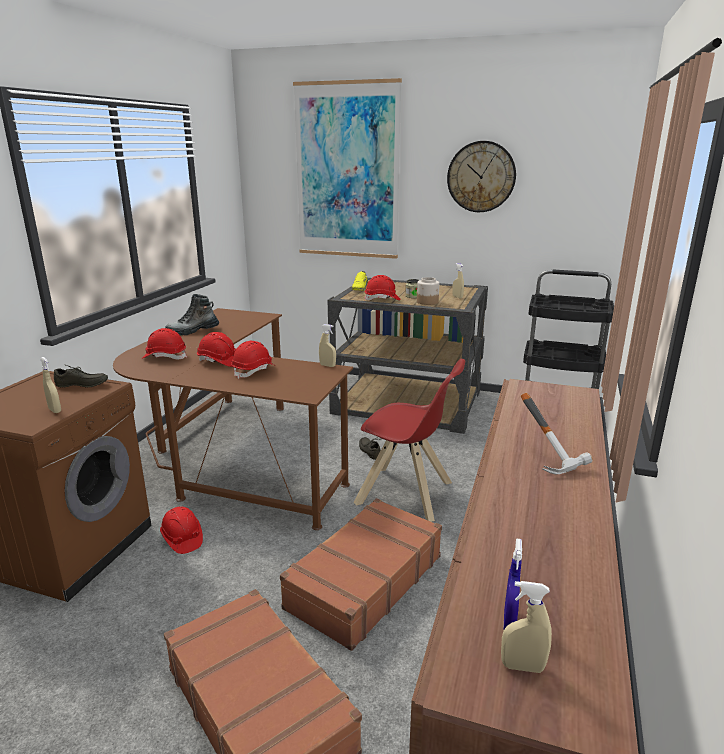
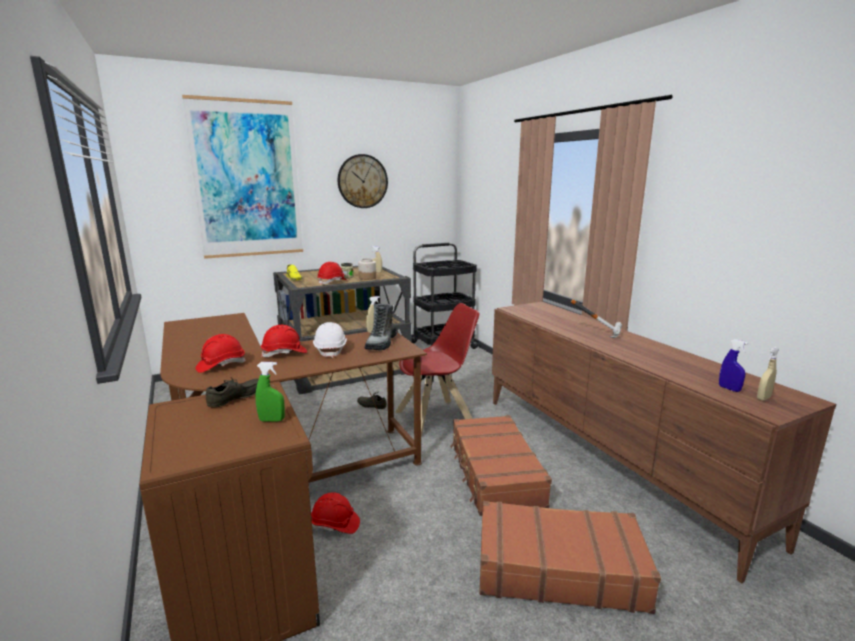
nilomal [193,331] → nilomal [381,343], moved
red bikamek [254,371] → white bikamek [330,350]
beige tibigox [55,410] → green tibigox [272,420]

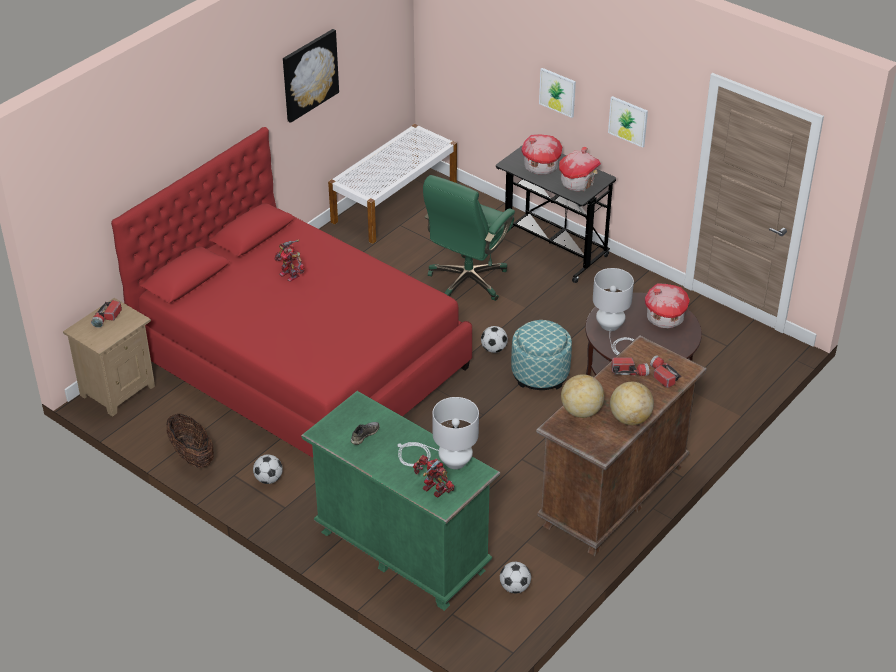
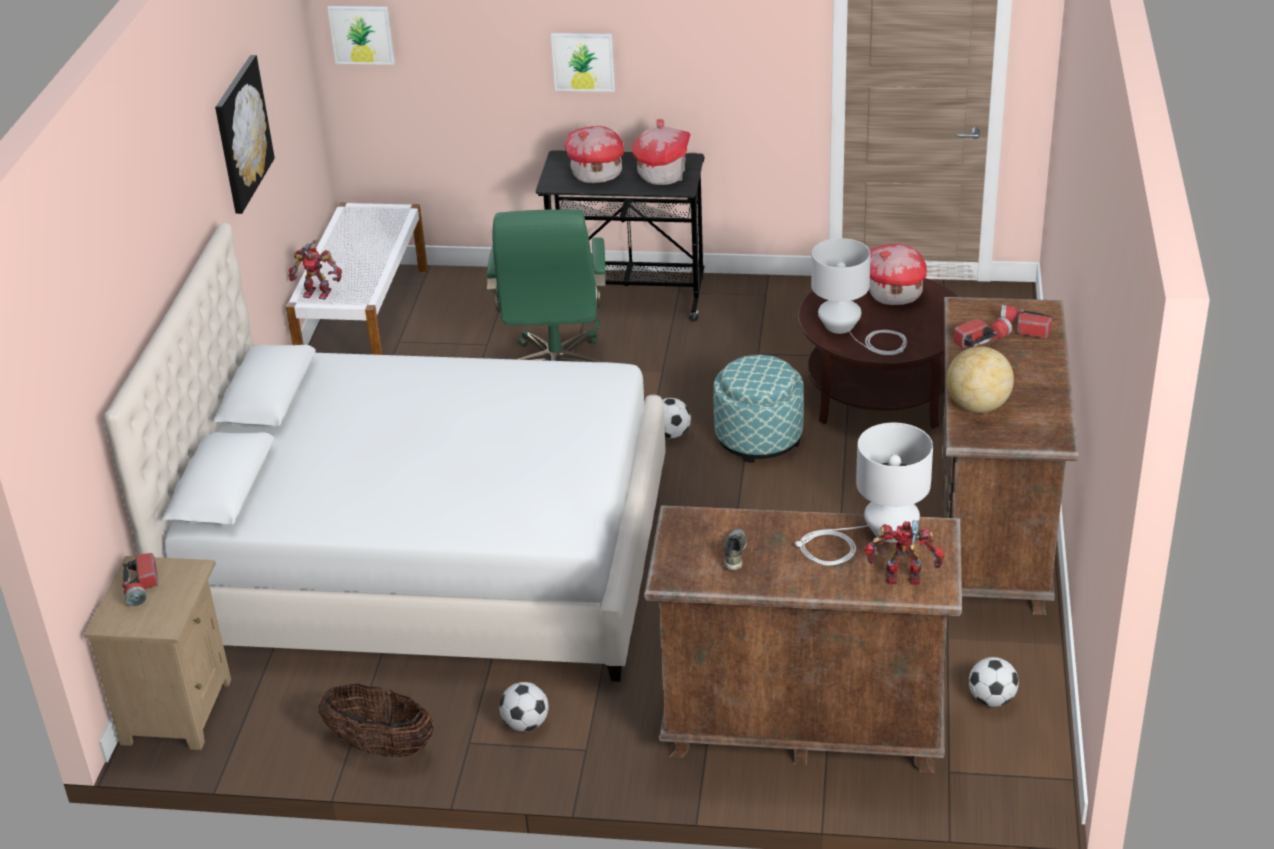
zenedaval [628,121] → zenedaval [361,34], moved
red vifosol [302,363] → white vifosol [426,557]
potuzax [290,274] → potuzax [318,292], moved
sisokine [630,419] → -
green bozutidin [402,551] → brown bozutidin [802,726]

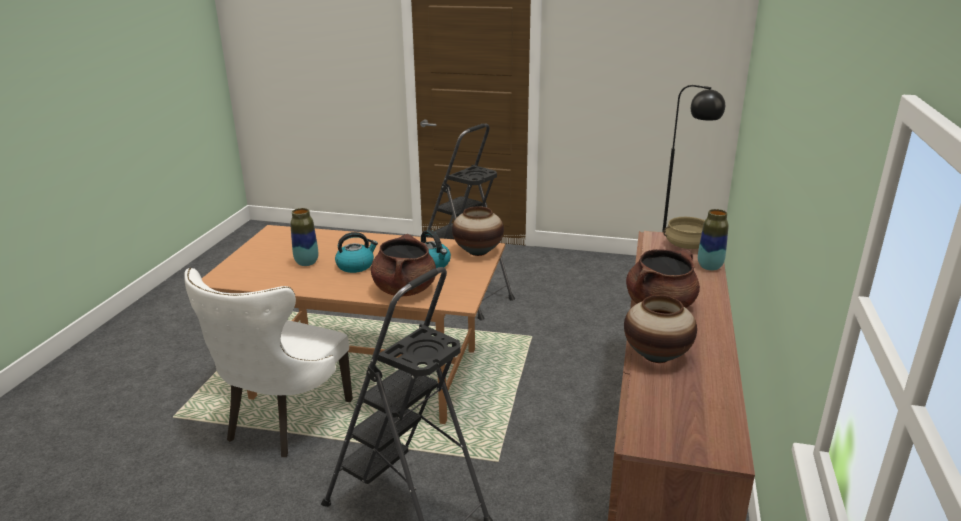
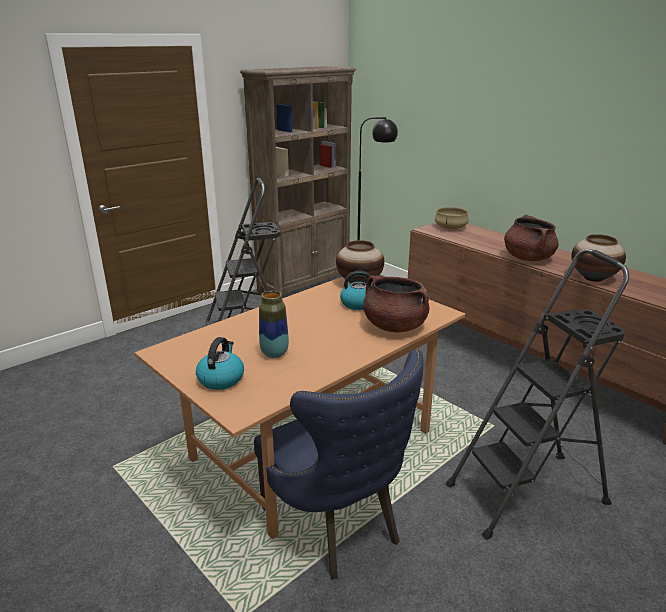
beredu [709,267] → -
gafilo [356,266] → gafilo [221,378], moved
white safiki [283,421] → blue safiki [337,524]
- → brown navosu [305,284]

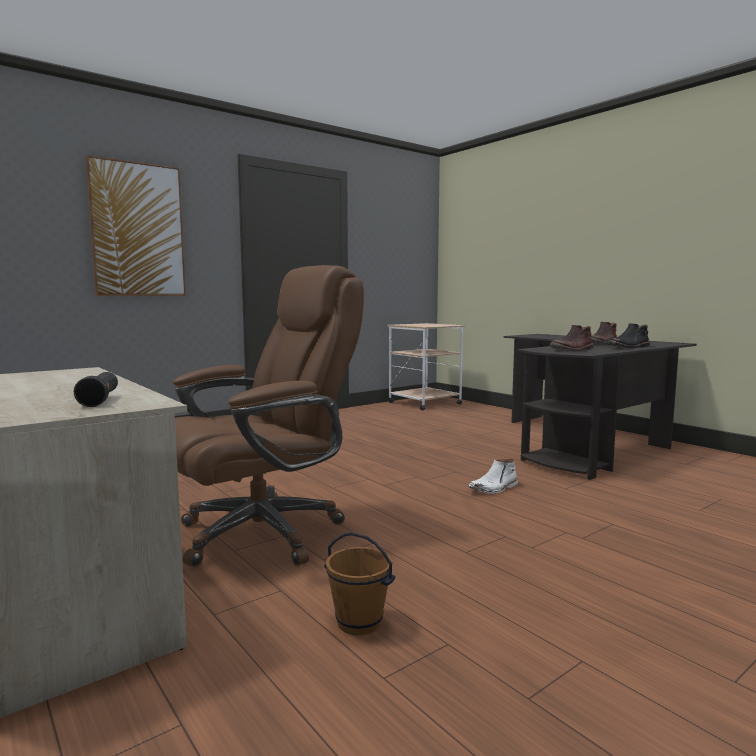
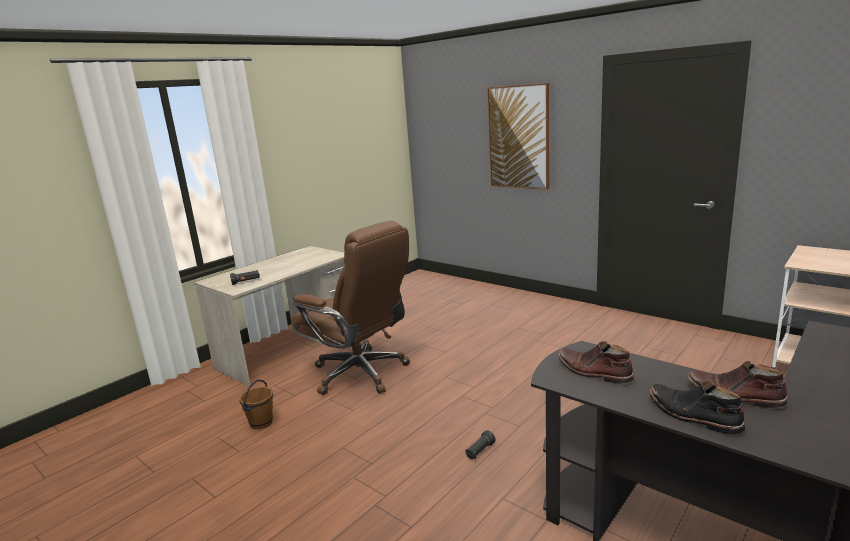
white nilomal [494,488] → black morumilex [480,451]

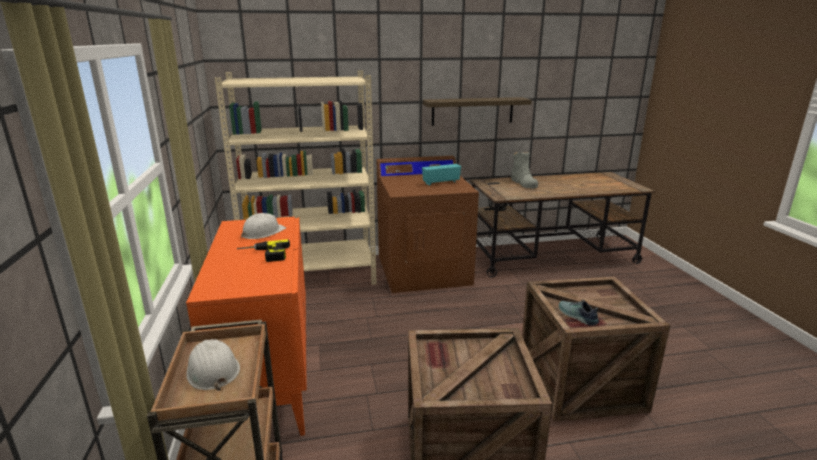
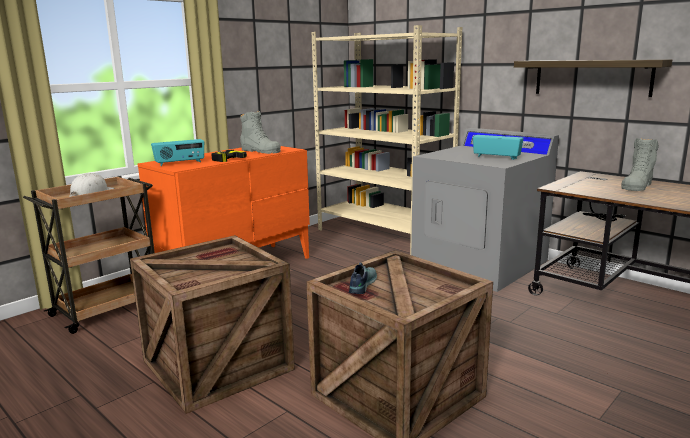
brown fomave [424,269] → grey fomave [480,263]
white bikamek [263,232] → grey nilomal [260,151]
- → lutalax [180,163]

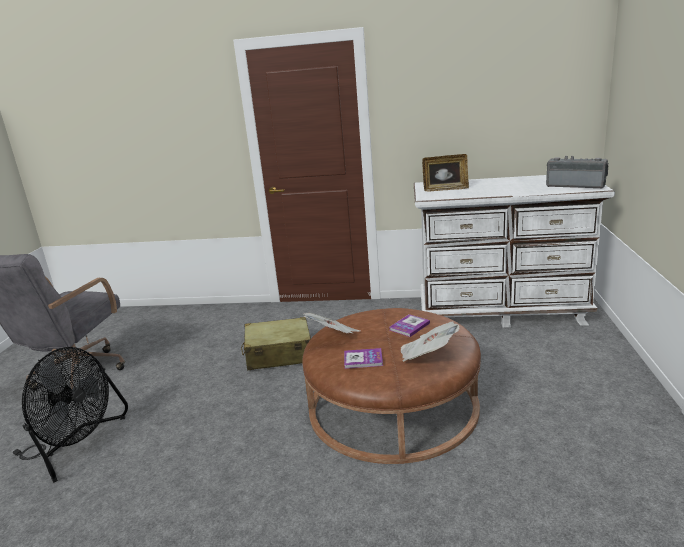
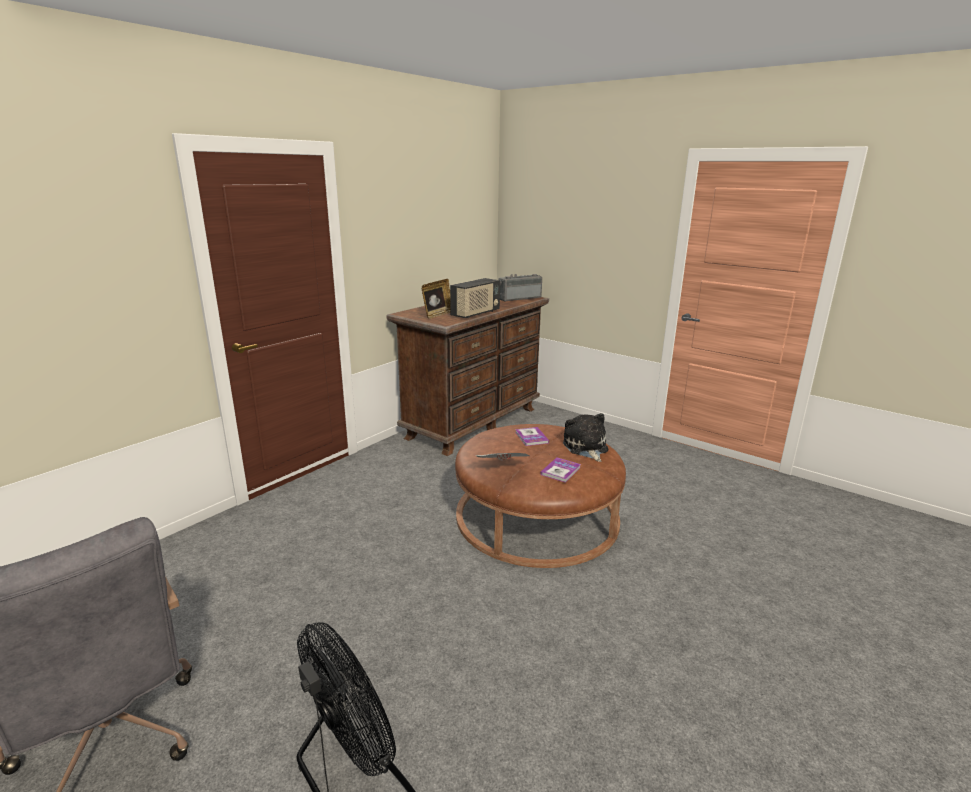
white bozutidin [501,313] → brown bozutidin [473,423]
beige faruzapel [279,354] → -
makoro [427,355] → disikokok [586,448]
- → lutalax [475,314]

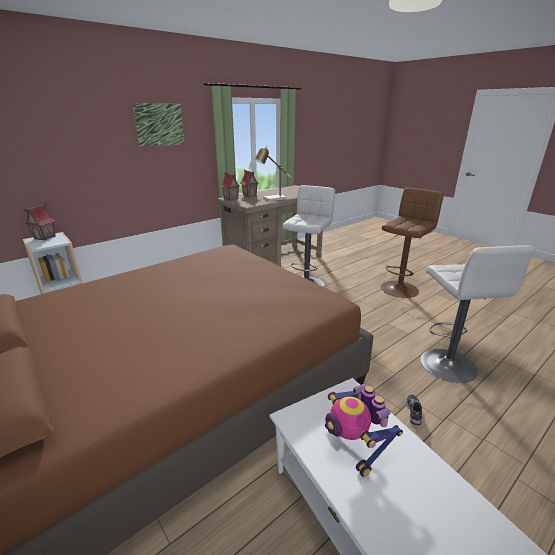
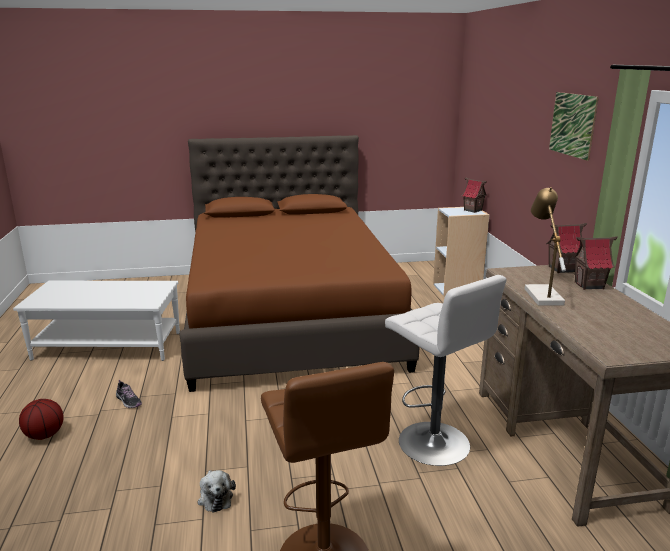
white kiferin [447,365] → -
potuzax [353,446] → -
- → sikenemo [44,435]
- → disikokok [215,497]

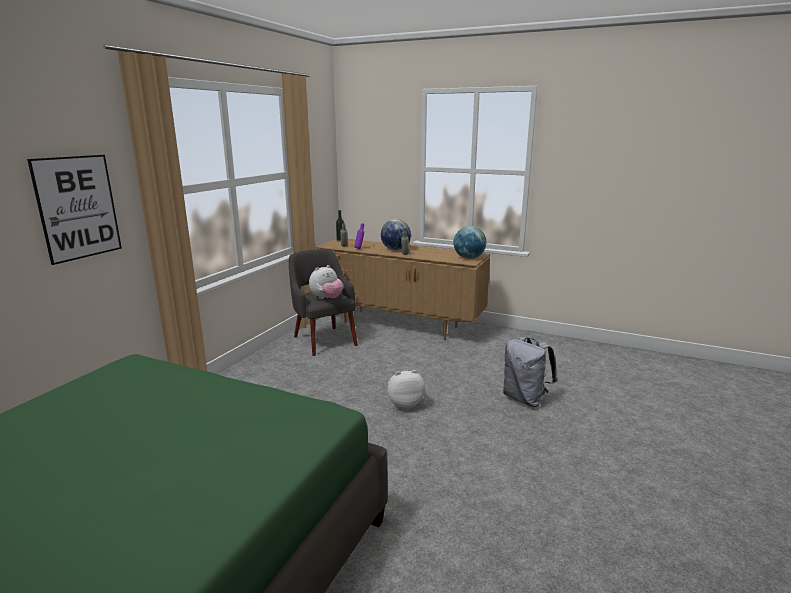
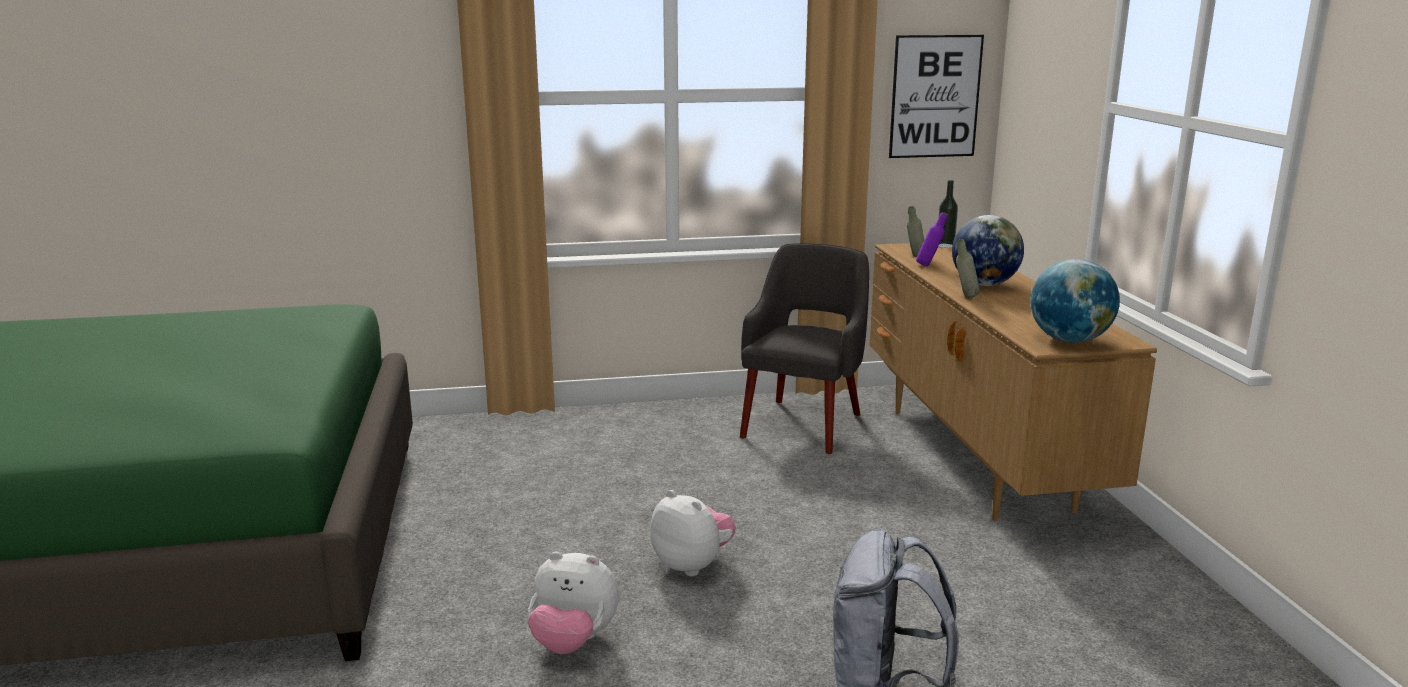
zenedaval [78,207] → zenedaval [935,96], moved
disikokok [326,298] → disikokok [573,642], moved

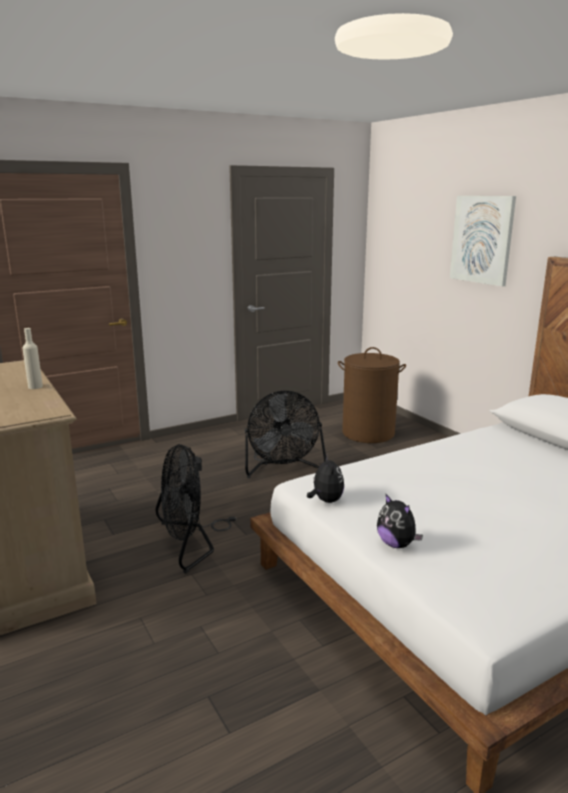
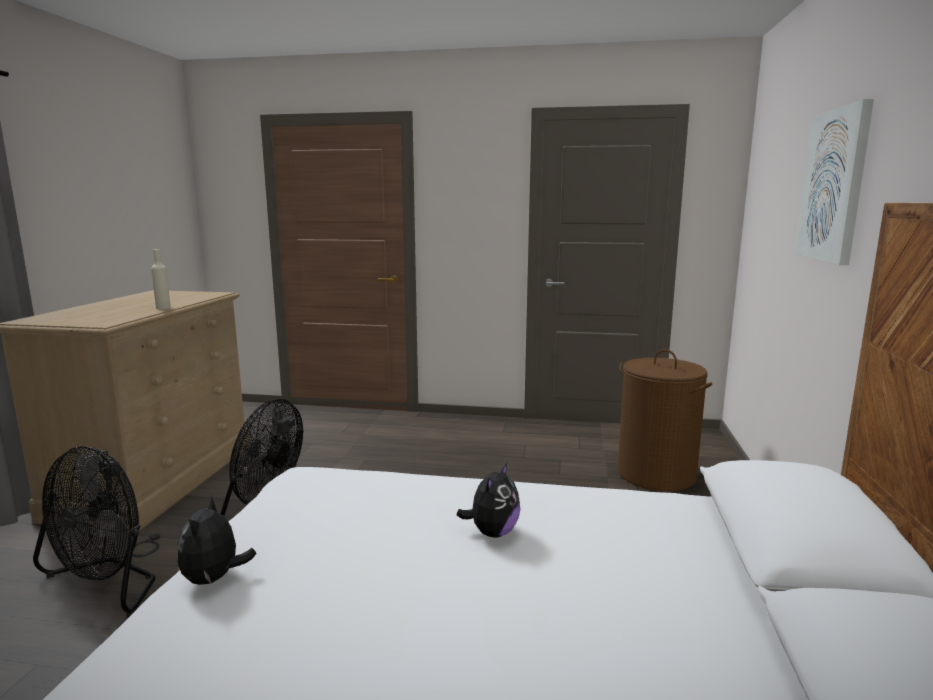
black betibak [279,467] → black betibak [112,579], moved
disikokok [326,500] → disikokok [492,532], moved

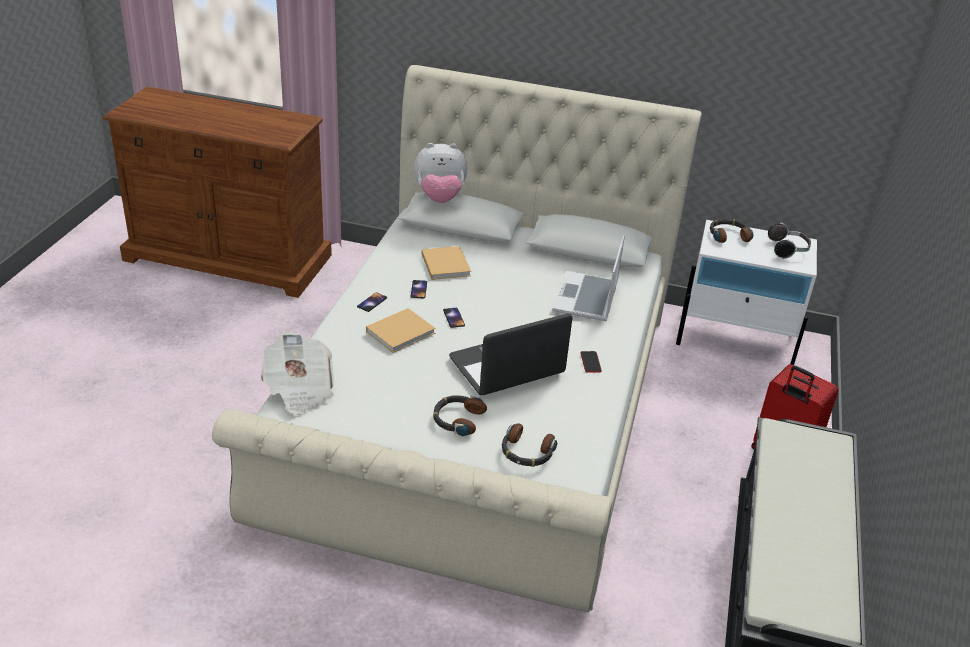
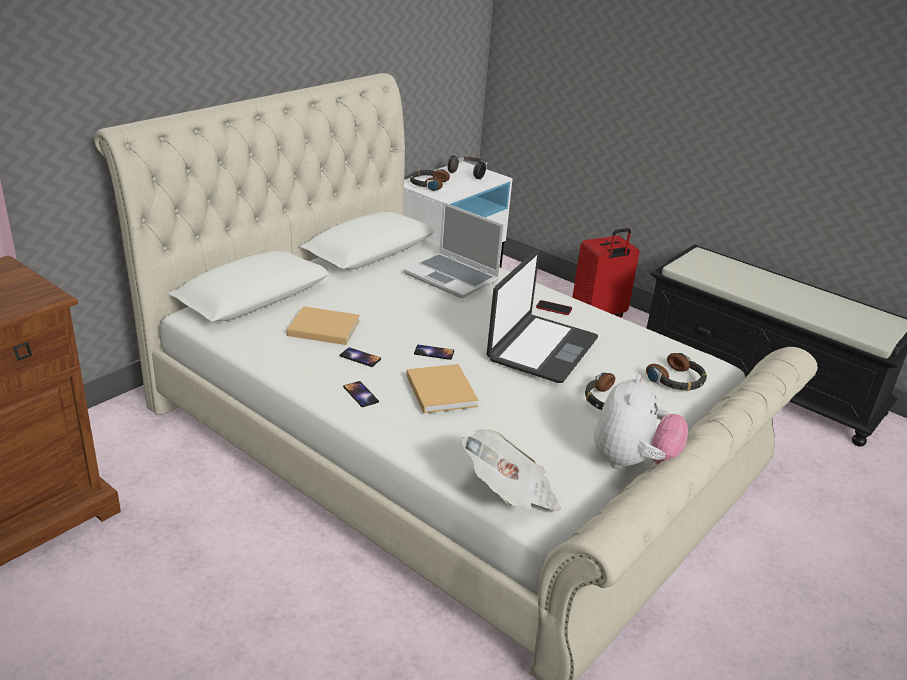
disikokok [439,198] → disikokok [632,463], moved
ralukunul [507,367] → ralukunul [541,349], 150 degrees counterclockwise

